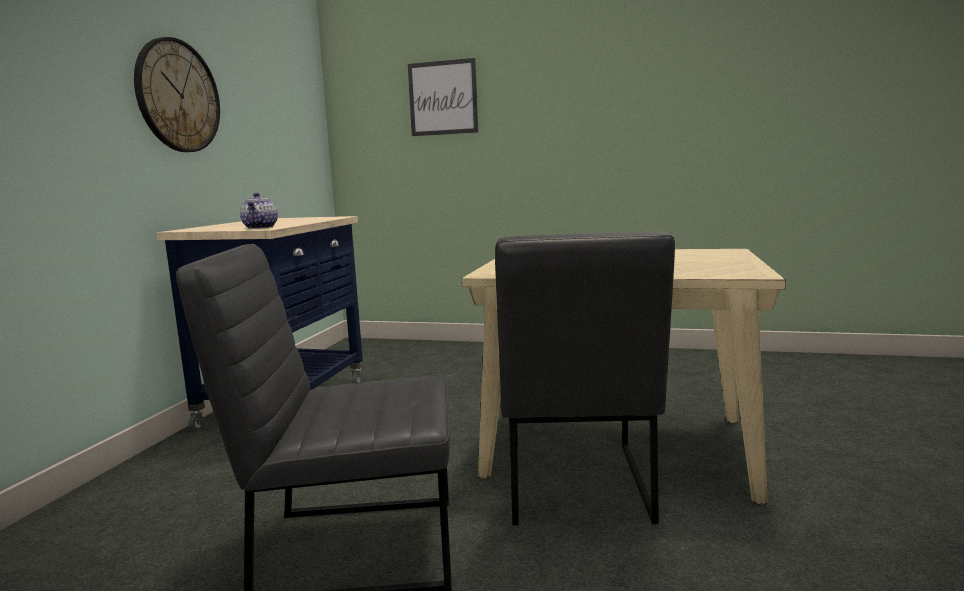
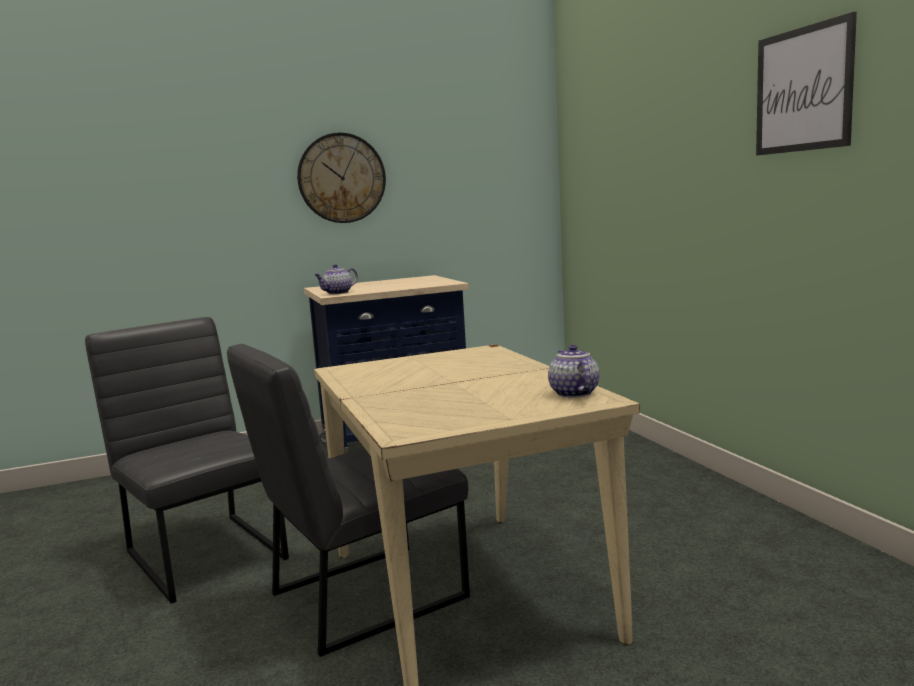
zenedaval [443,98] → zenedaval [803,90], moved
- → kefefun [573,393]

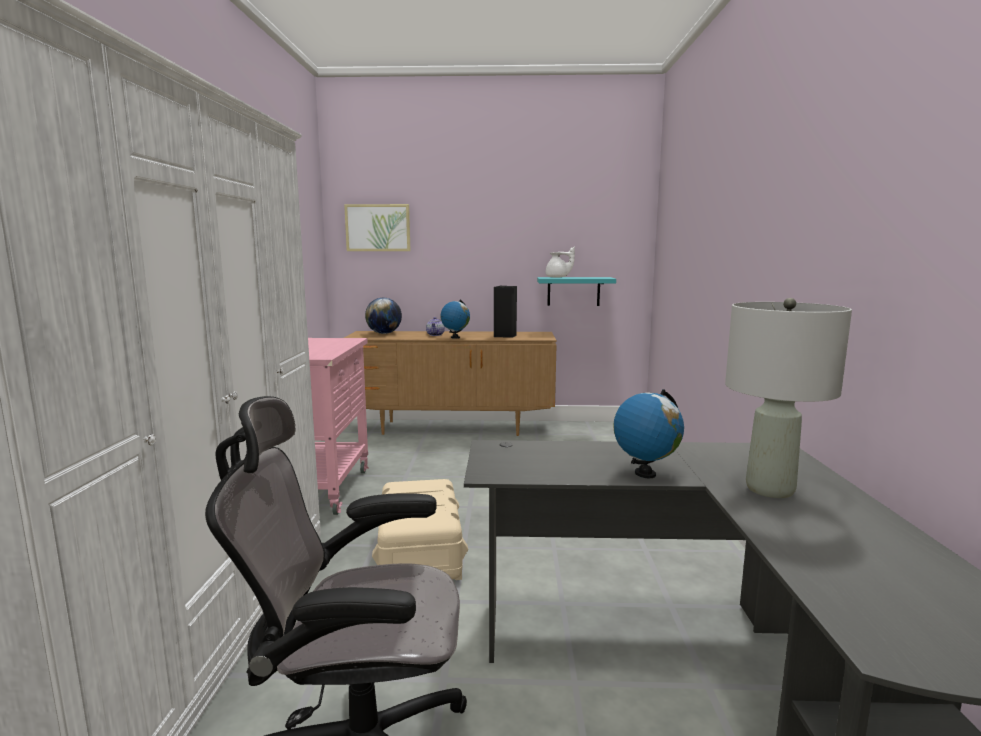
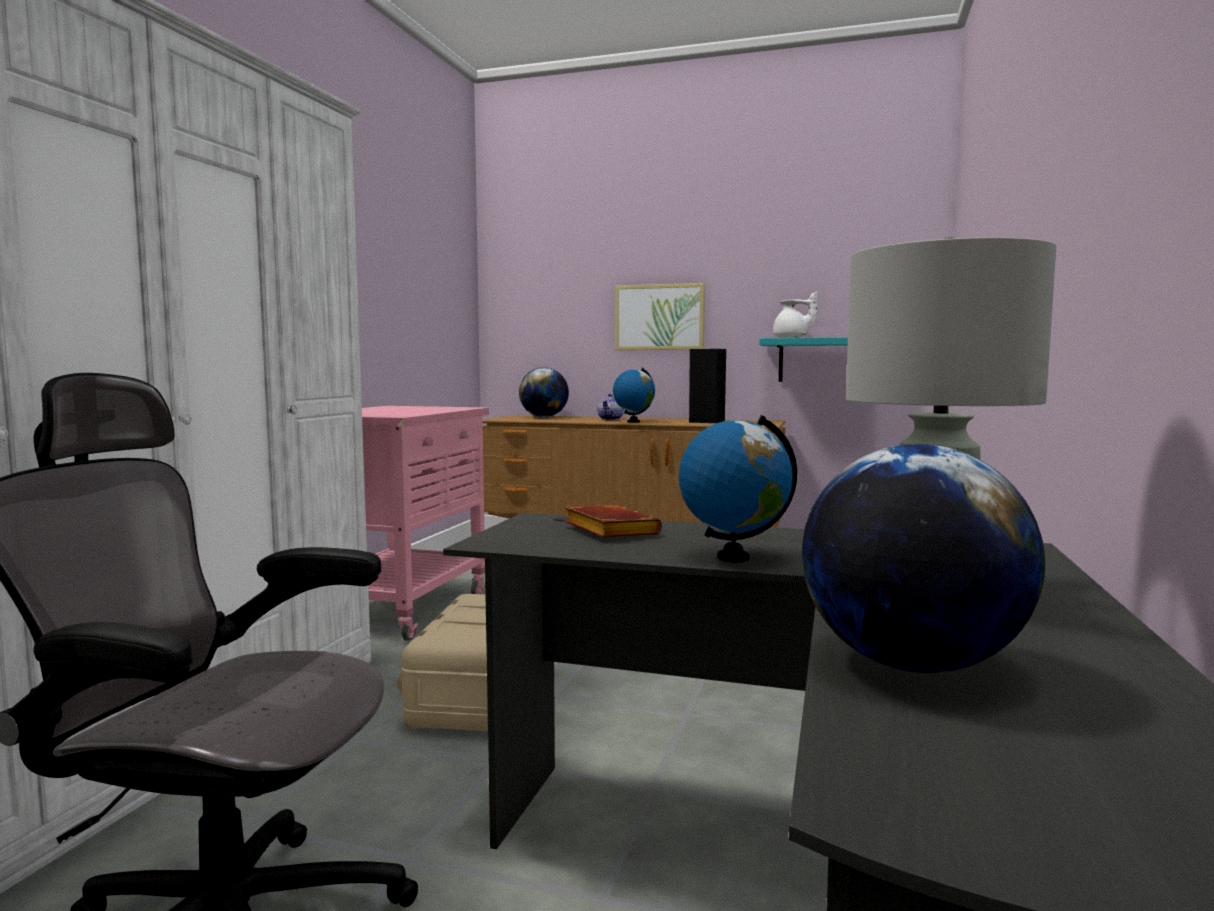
zenedaval [378,228] → zenedaval [659,317], moved
- → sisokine [912,664]
- → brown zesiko [607,530]

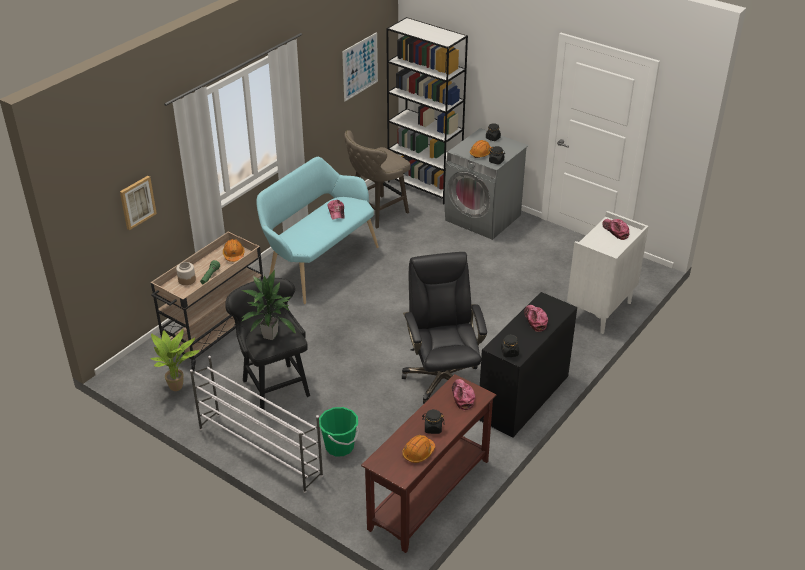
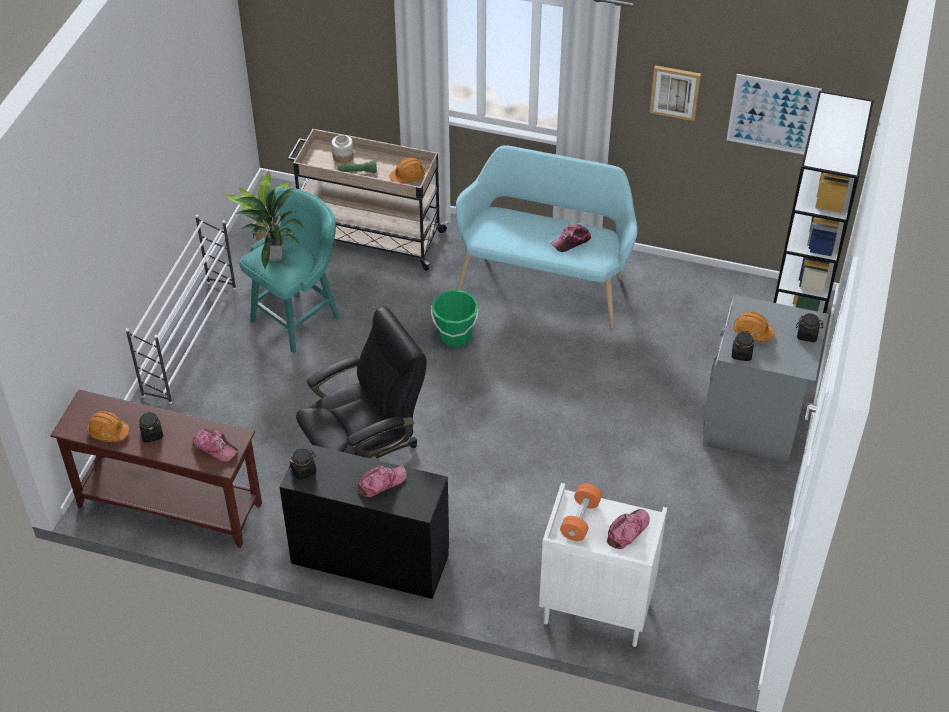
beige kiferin [377,213] → -
zenedaval [137,202] → zenedaval [675,92], moved
black kiferin [274,386] → turquoise kiferin [298,317]
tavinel [462,396] → tavinel [215,447], 60 degrees clockwise
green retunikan [339,446] → green retunikan [455,335], moved
- → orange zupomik [580,519]

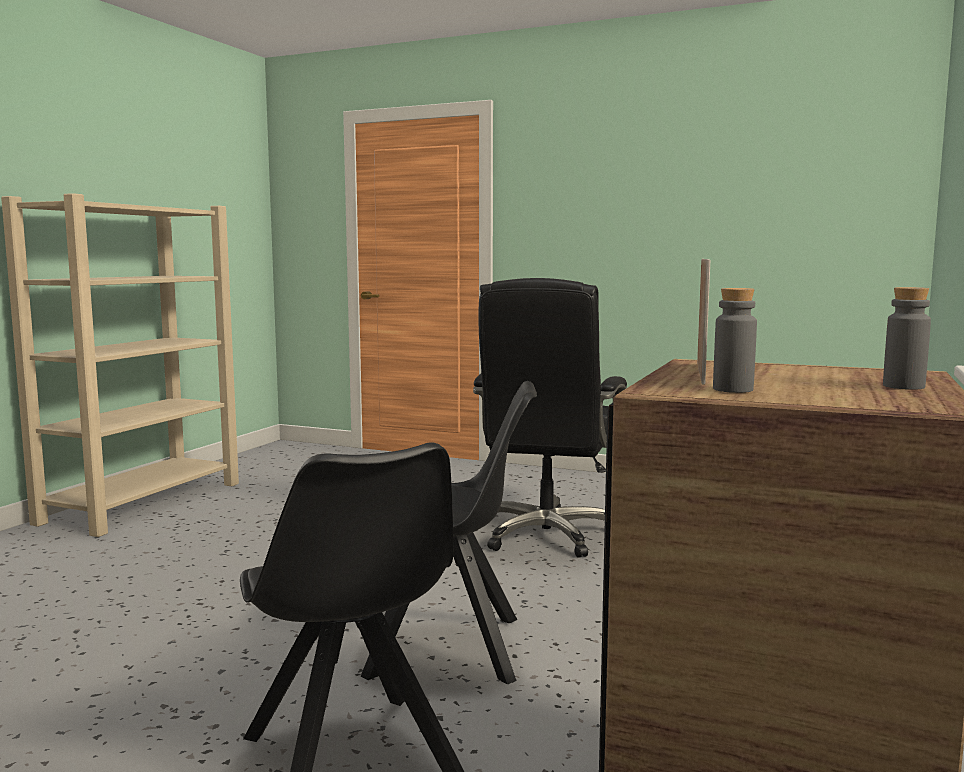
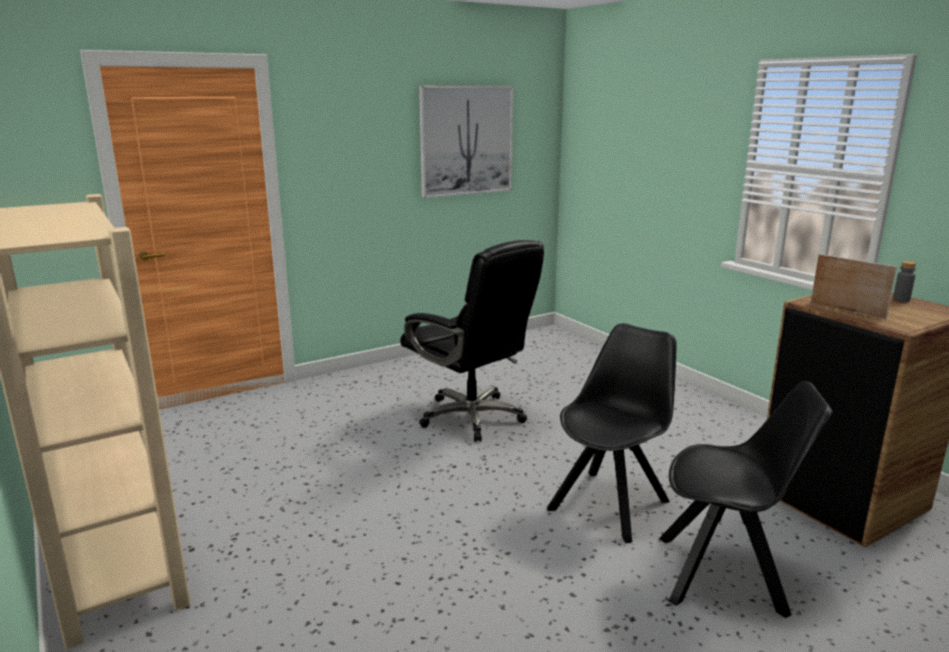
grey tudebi [733,389] → -
- → zenedaval [466,140]

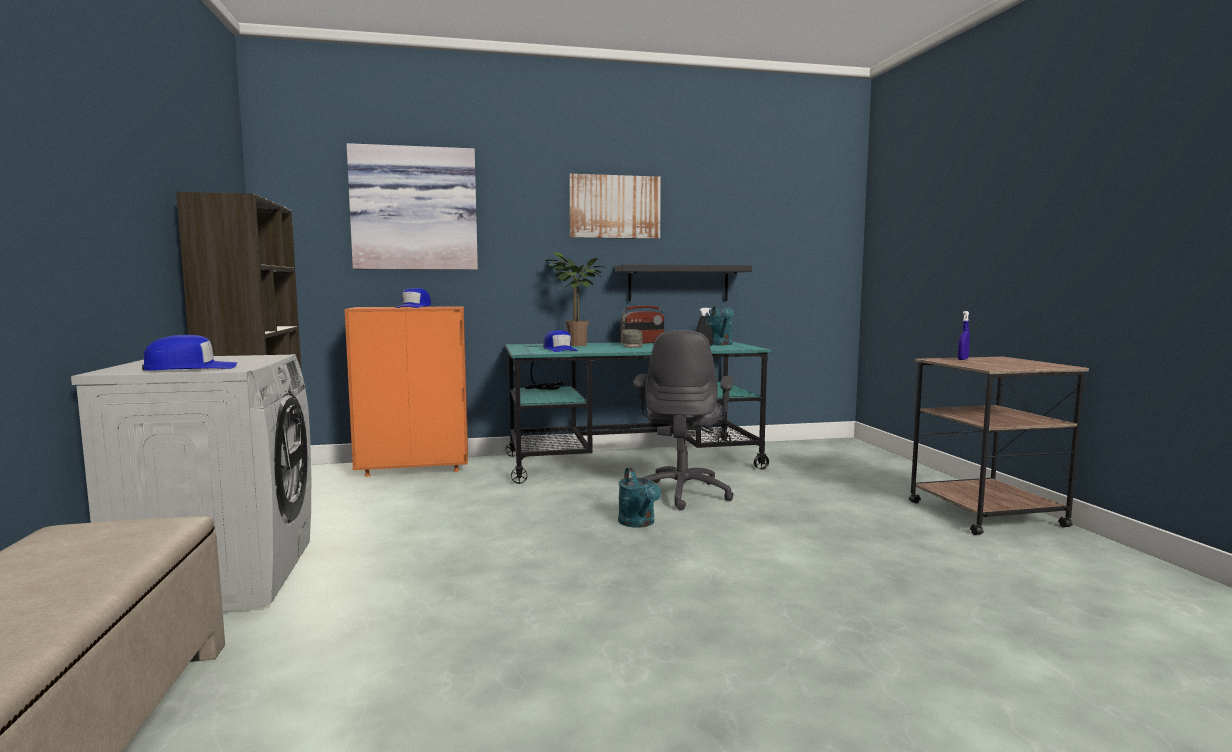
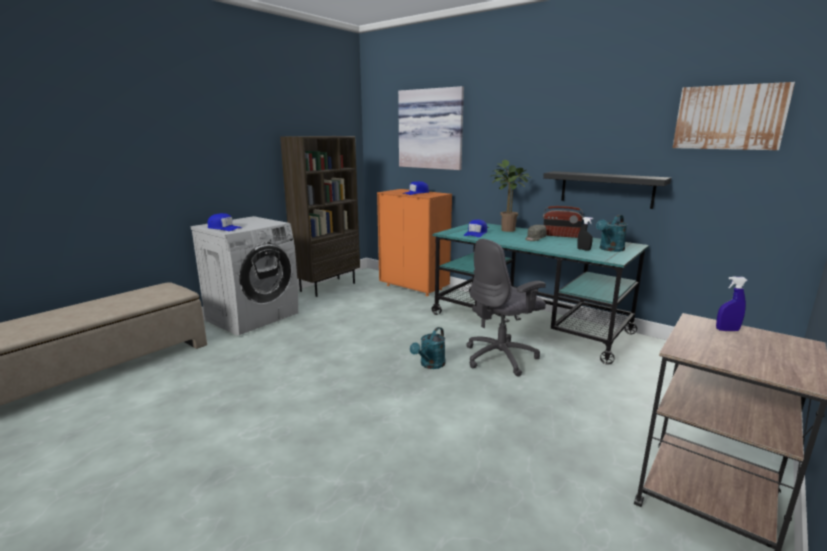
zenedaval [614,207] → zenedaval [729,117], moved

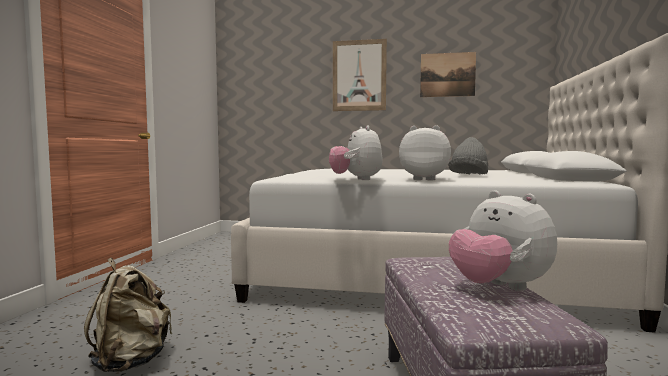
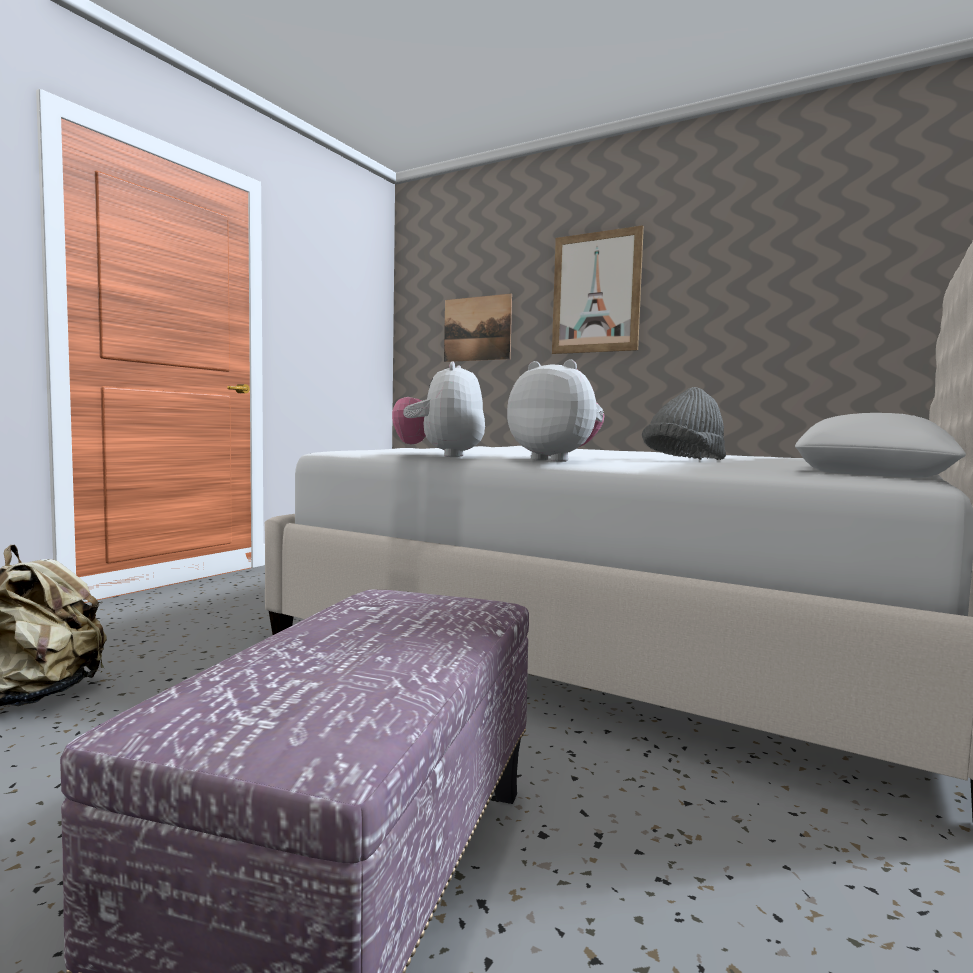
zenedaval [447,75] → zenedaval [477,328], moved
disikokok [499,288] → -

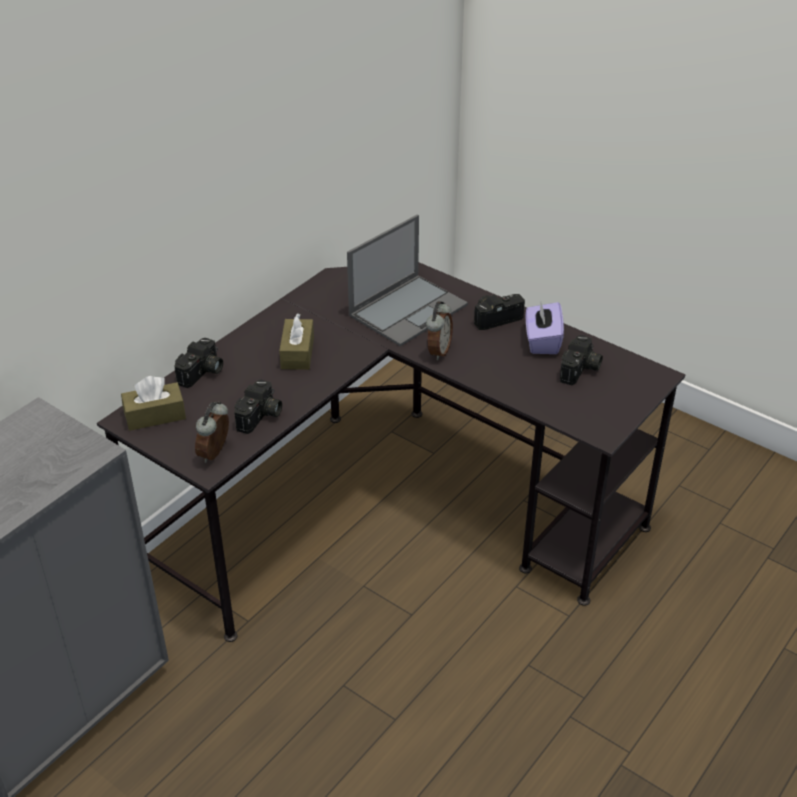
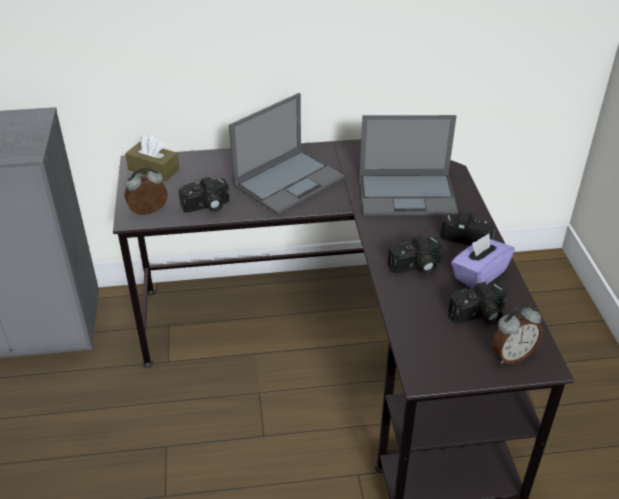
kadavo [438,351] → kadavo [511,355], moved
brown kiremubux [297,353] → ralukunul [289,180]
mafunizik [202,373] → mafunizik [416,267], moved

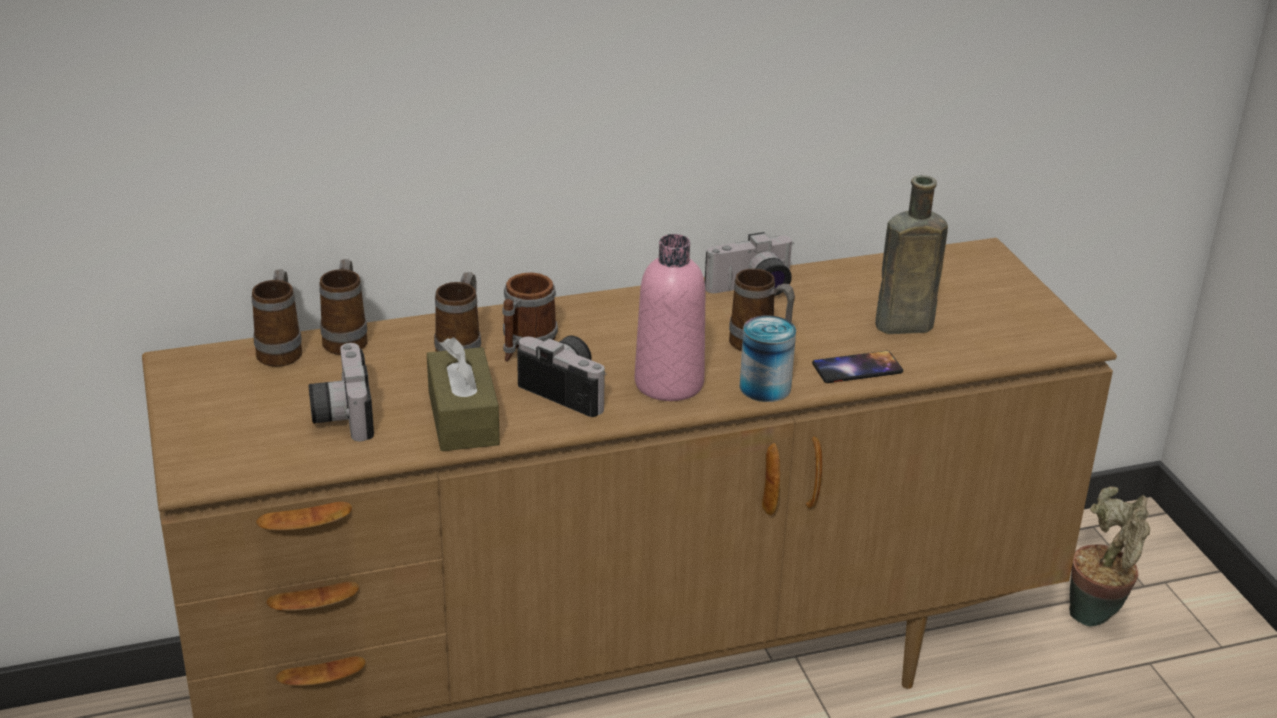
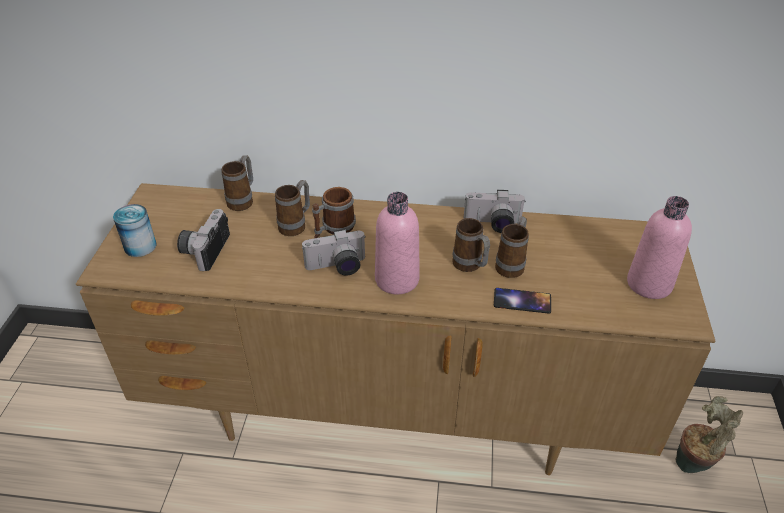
brown tudebi [899,326] → -
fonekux [282,350] → fonekux [512,264], moved
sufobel [765,387] → sufobel [140,246], moved
mafunizik [570,389] → mafunizik [337,267], 105 degrees clockwise
brown kiremubux [463,418] → -
- → pink tudebi [649,284]

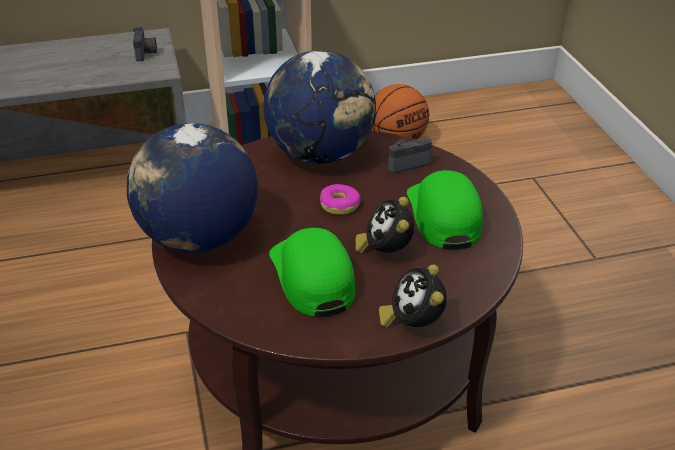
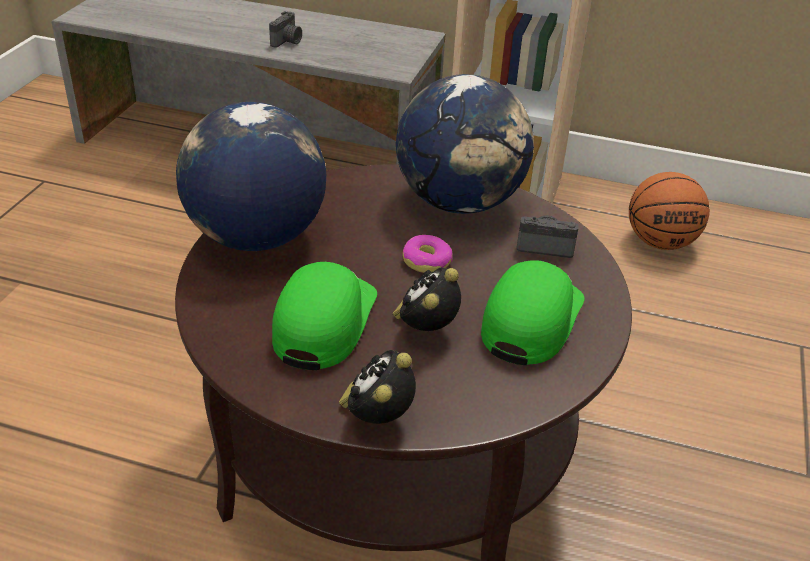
mafunizik [146,53] → mafunizik [287,41], moved

